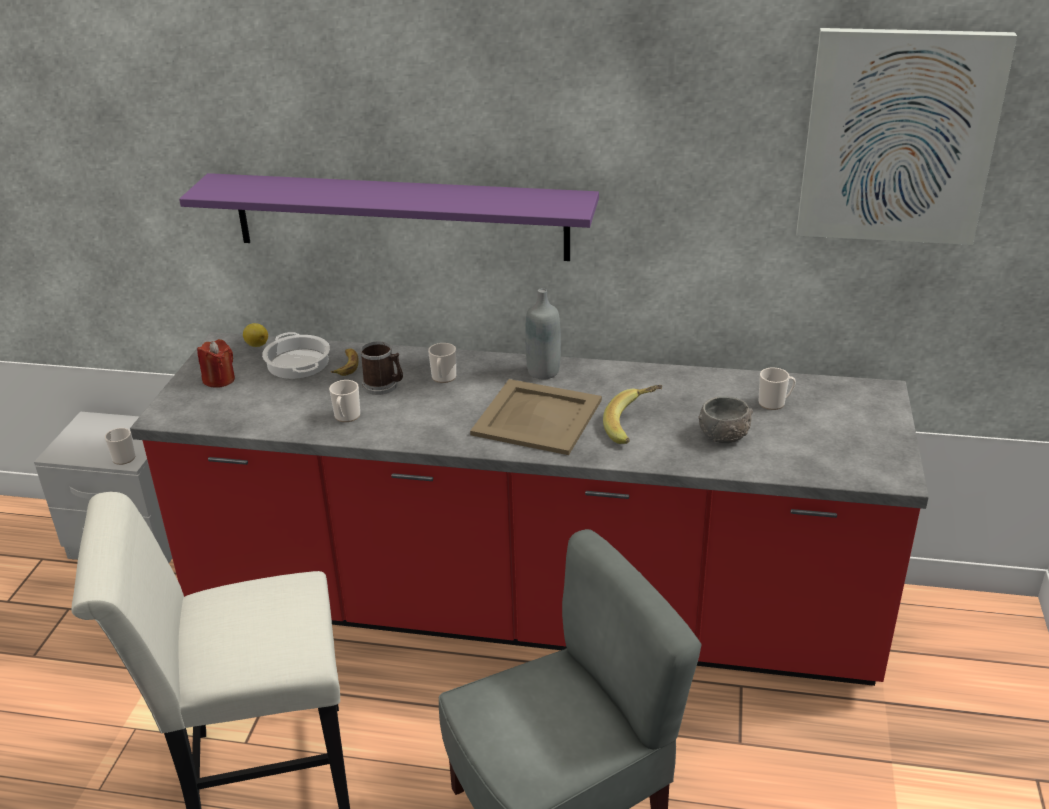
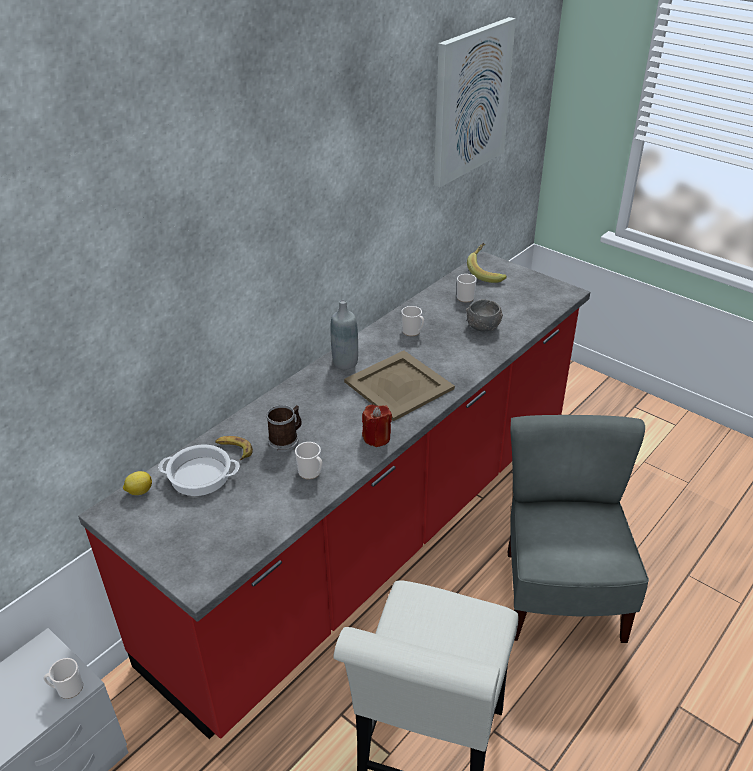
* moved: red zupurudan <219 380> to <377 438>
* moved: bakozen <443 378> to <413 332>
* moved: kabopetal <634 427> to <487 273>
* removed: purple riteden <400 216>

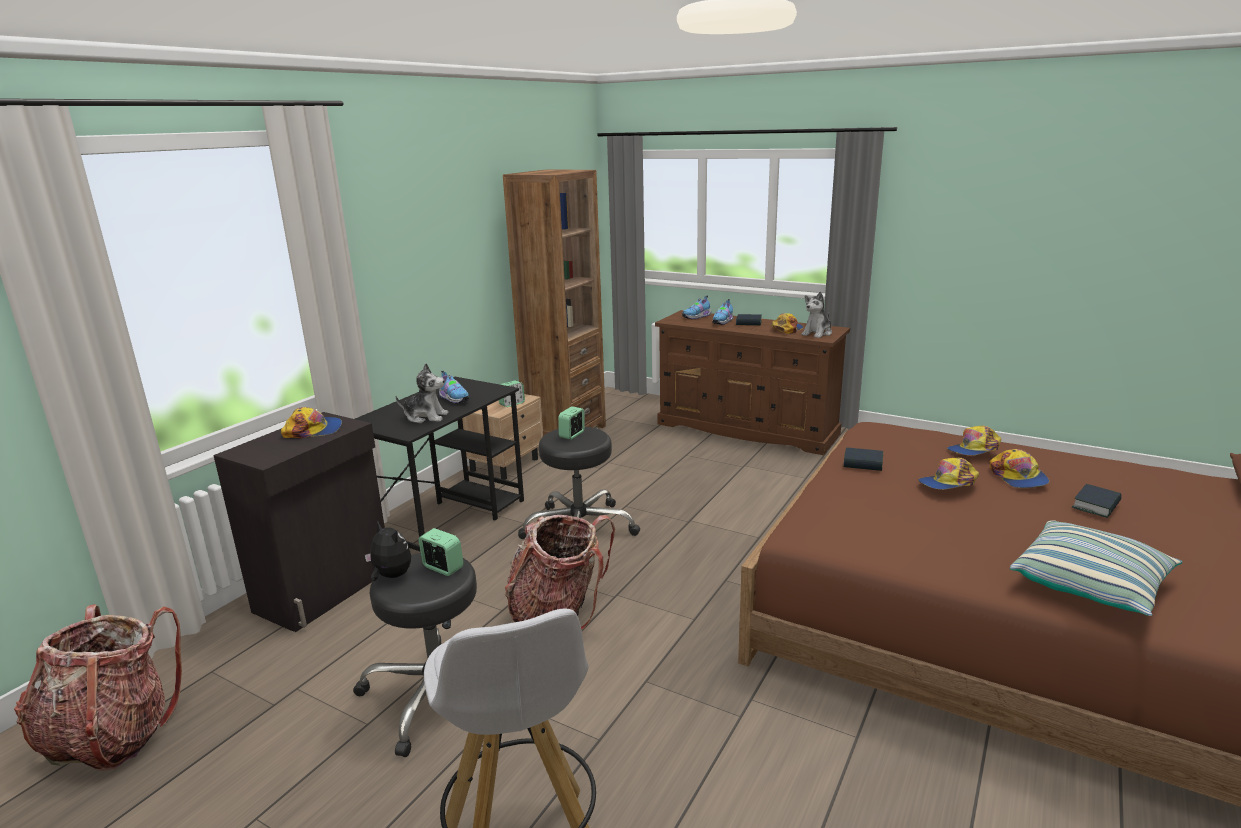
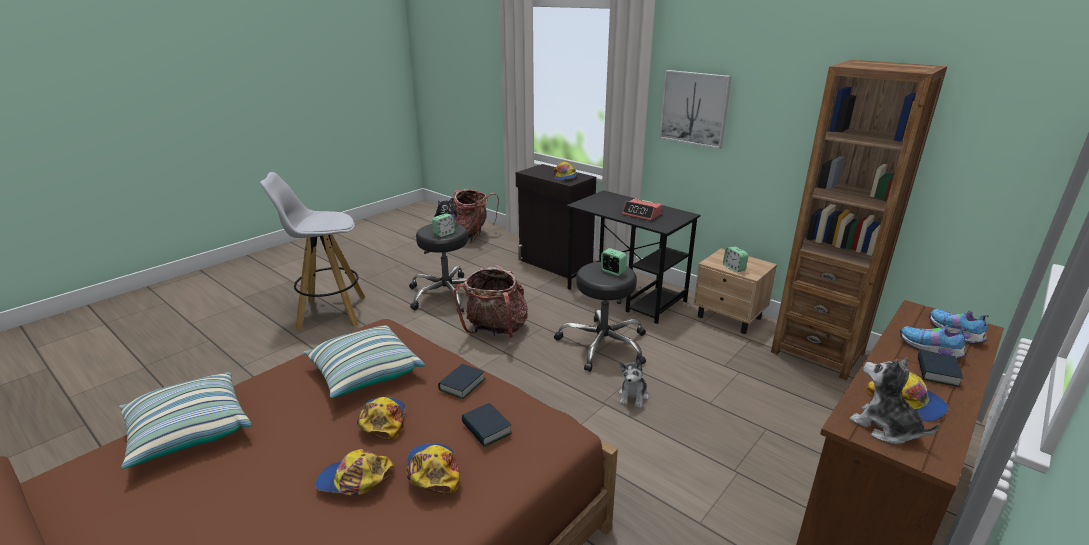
* added: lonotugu <365 373>
* moved: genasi <1096 505> to <486 429>
* moved: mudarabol <426 417> to <633 396>
* replaced: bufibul <454 399> to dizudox <642 214>
* added: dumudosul <694 108>

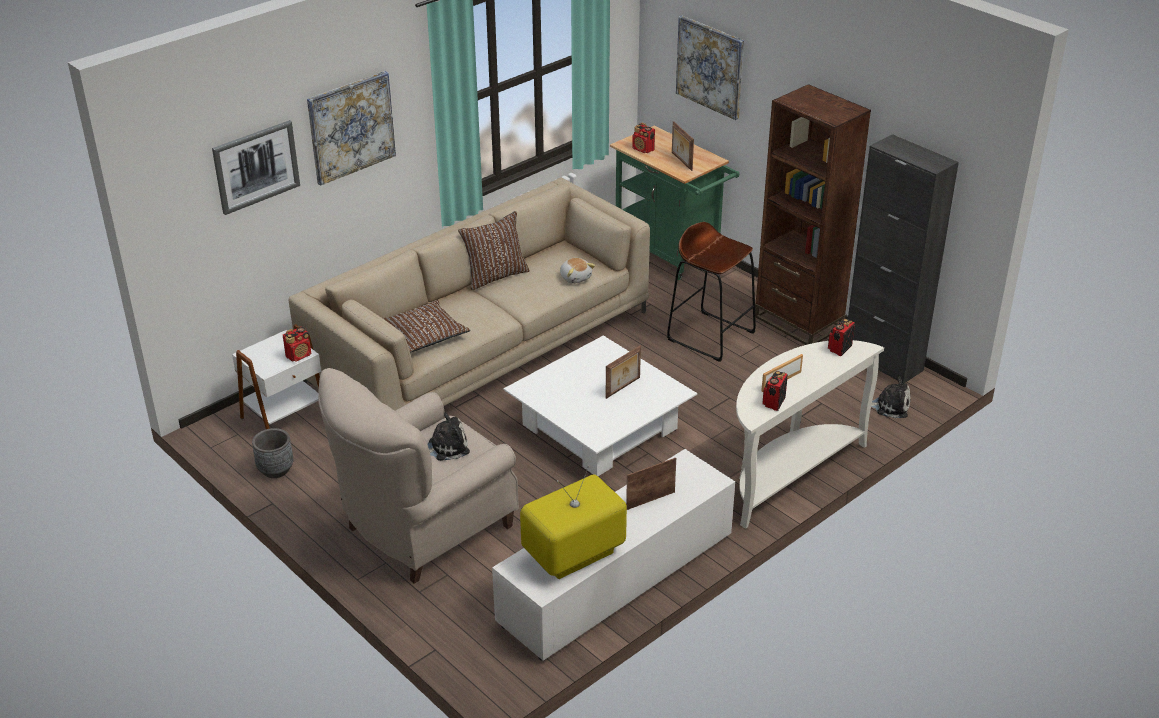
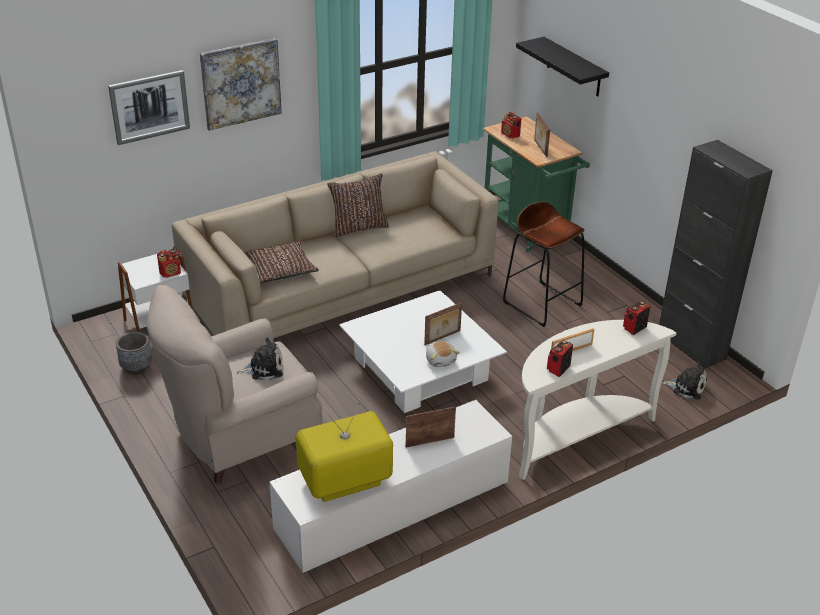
* moved: mudarabol <575 277> to <441 360>
* replaced: dumudosul <710 67> to black riteden <574 67>
* removed: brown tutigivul <798 322>

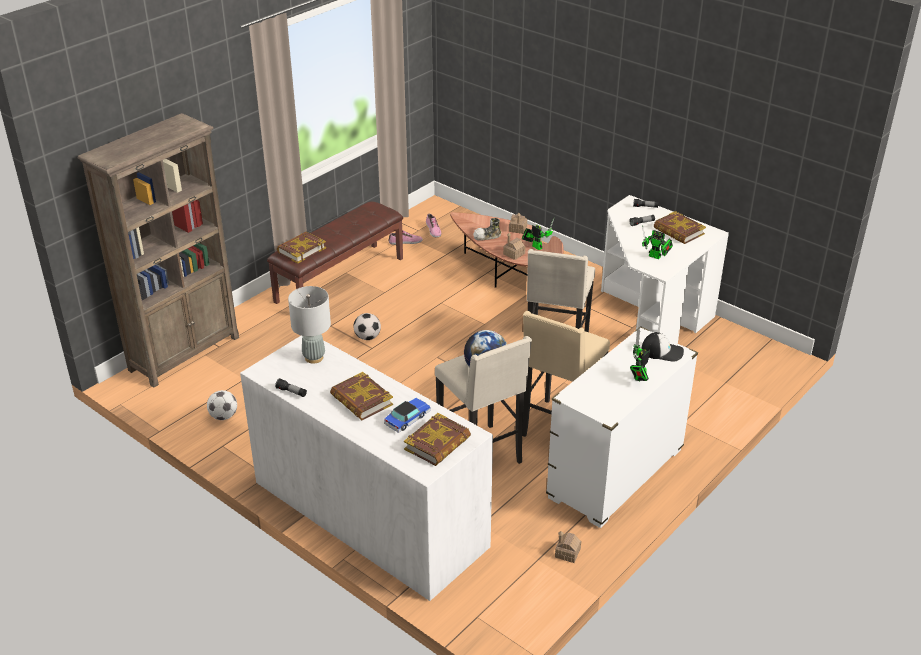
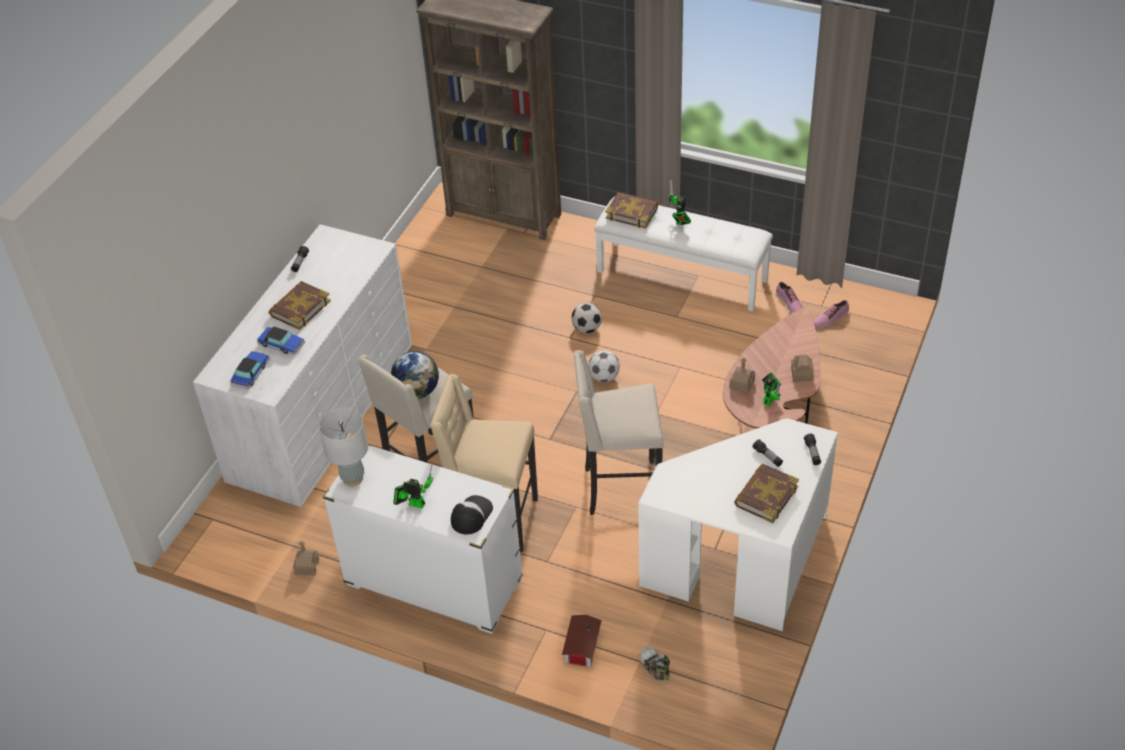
* replaced: genasi <437 444> to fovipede <251 373>
* moved: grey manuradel <314 358> to <352 478>
* turned: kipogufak <662 351> = <471 515> 150 degrees counterclockwise
* added: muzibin <580 647>
* moved: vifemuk <223 416> to <604 377>
* recoloured: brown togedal <339 279> to white togedal <682 275>
* moved: bufibul <487 236> to <654 667>
* moved: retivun <656 257> to <679 222>

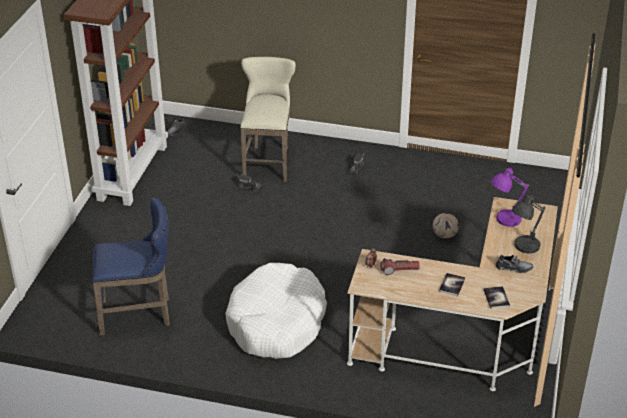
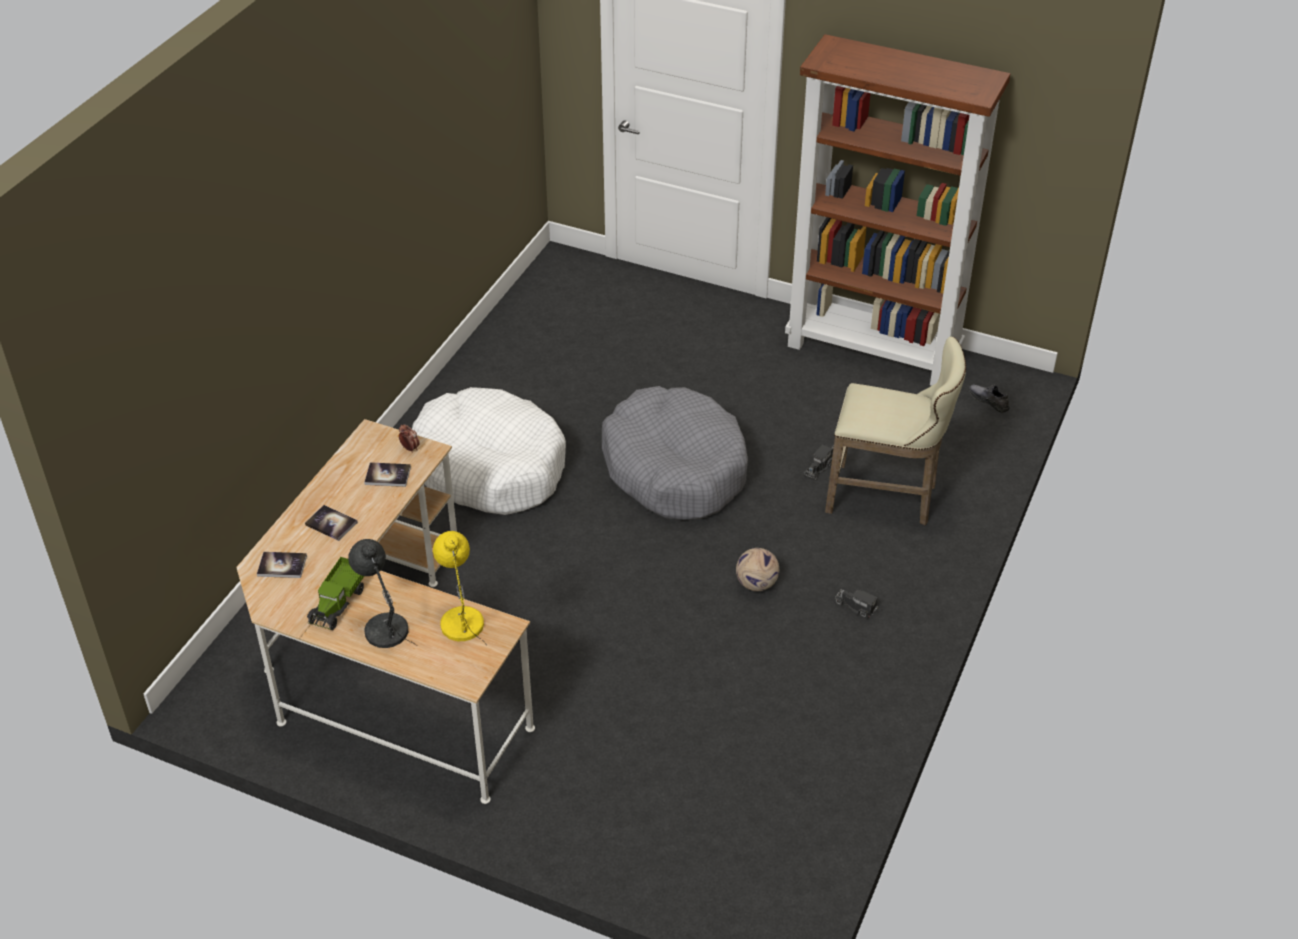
* replaced: grey bufibul <514 268> to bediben <339 602>
* replaced: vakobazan <399 270> to genasi <387 475>
* recoloured: purple manuradel <505 219> to yellow manuradel <461 620>
* added: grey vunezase <675 468>
* moved: vifemuk <445 235> to <756 584>
* removed: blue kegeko <139 315>

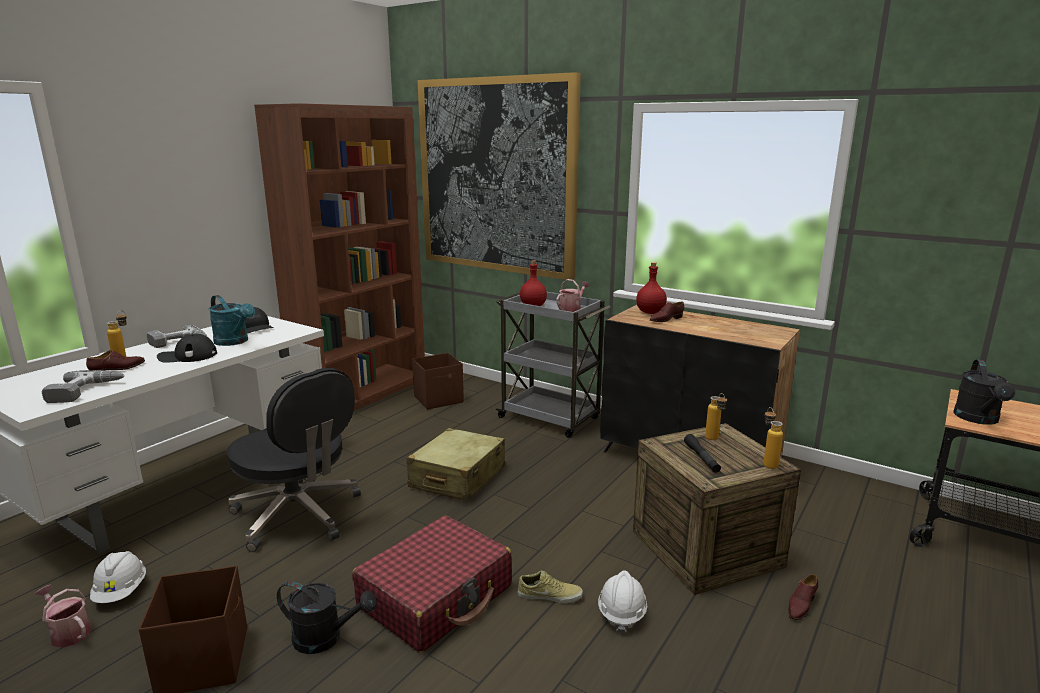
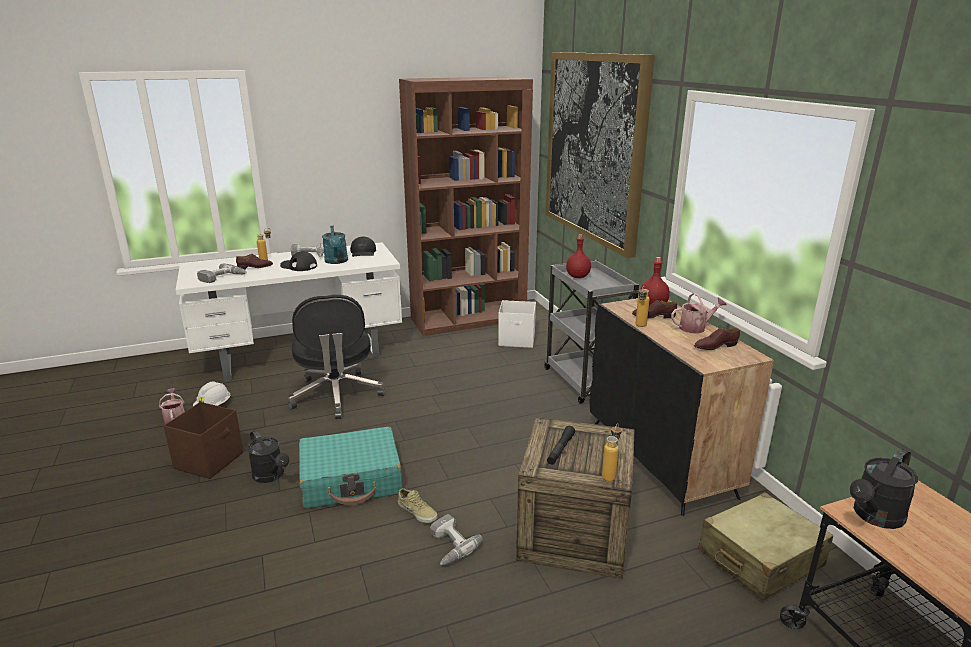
* recoloured: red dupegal <436 596> to turquoise dupegal <351 480>
* replaced: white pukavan <621 613> to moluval <448 546>
* recoloured: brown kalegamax <439 399> to white kalegamax <517 340>
* moved: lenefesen <714 440> to <640 326>
* moved: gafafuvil <571 309> to <695 328>
* moved: brown bufibul <801 605> to <715 346>
* moved: beige dupegal <457 478> to <760 558>

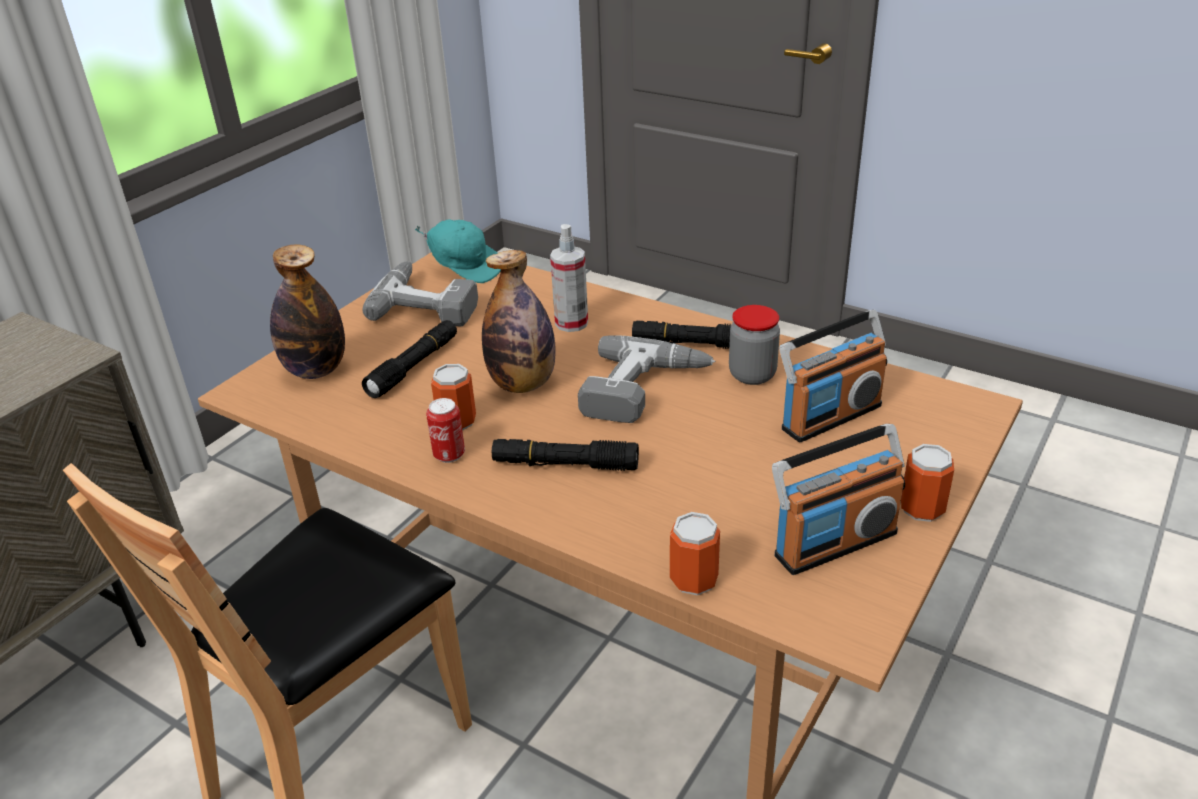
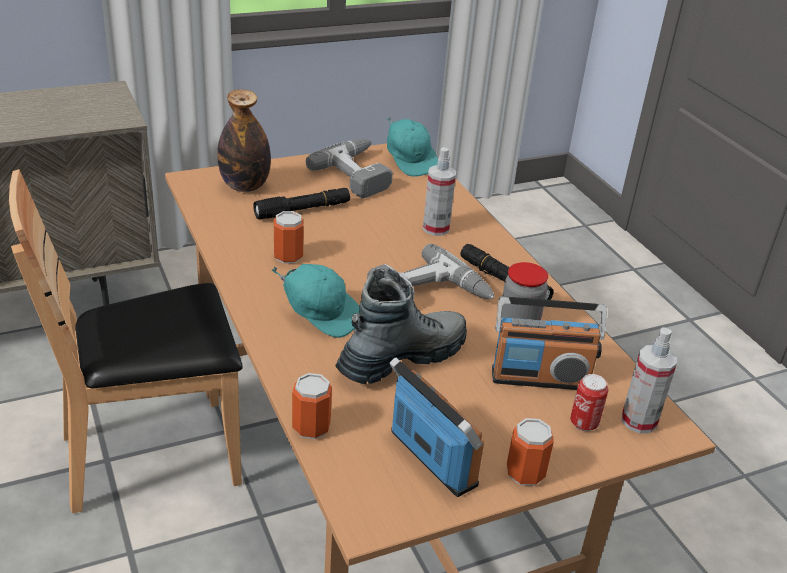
* replaced: black vakobazan <565 464> to turquoise kipogufak <320 315>
* added: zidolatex <402 357>
* turned: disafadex <834 543> = <431 458> 135 degrees counterclockwise
* moved: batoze <449 455> to <584 423>
* added: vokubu <639 421>
* removed: lenefesen <522 384>

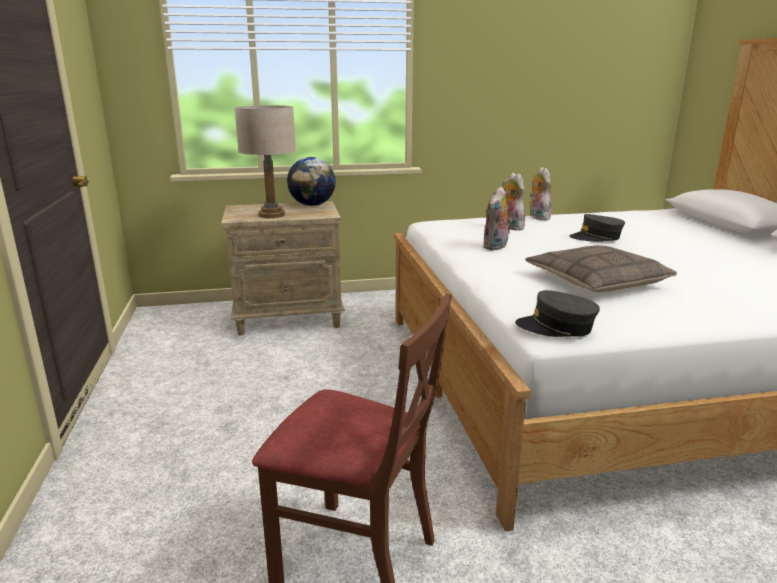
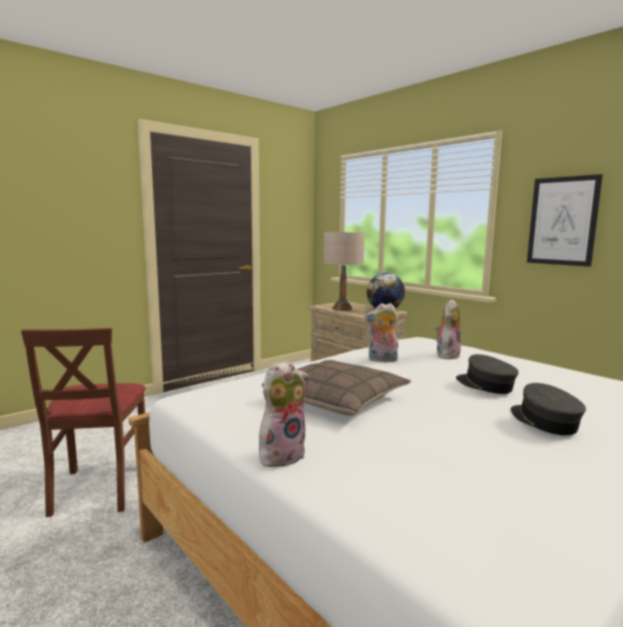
* moved: mudarabol <538 217> to <282 454>
* moved: grey kipogufak <556 327> to <544 421>
* added: dumudosul <562 221>

